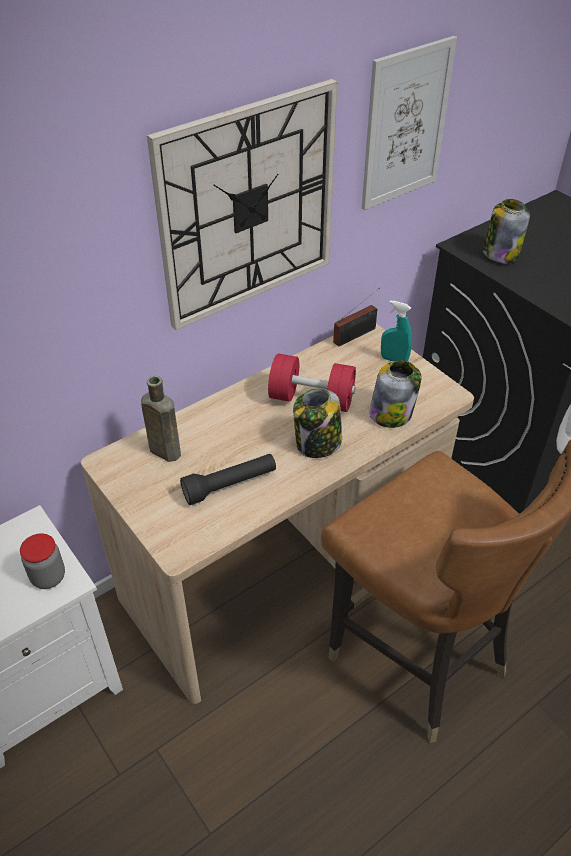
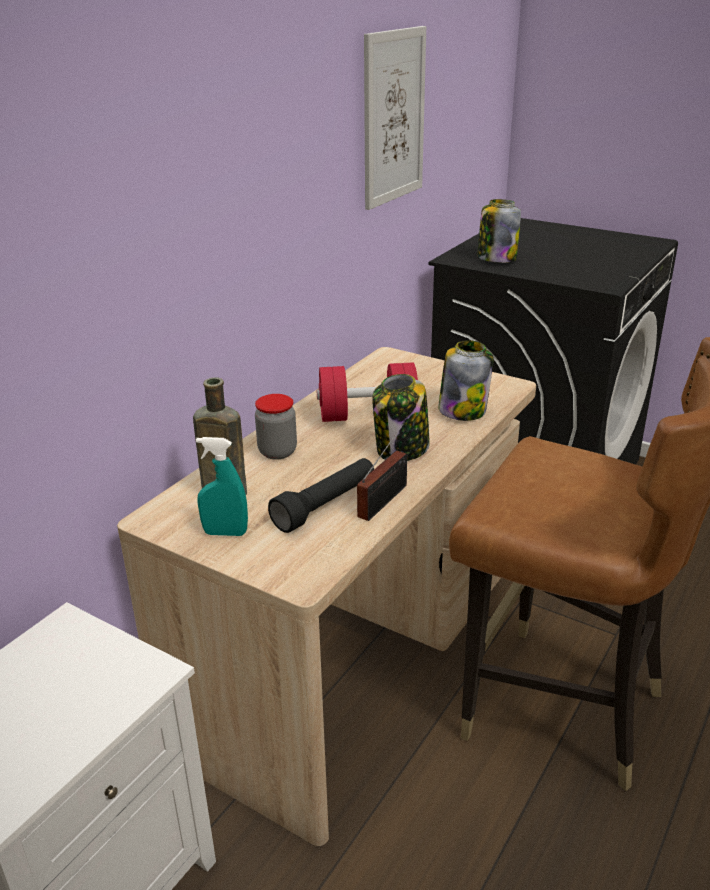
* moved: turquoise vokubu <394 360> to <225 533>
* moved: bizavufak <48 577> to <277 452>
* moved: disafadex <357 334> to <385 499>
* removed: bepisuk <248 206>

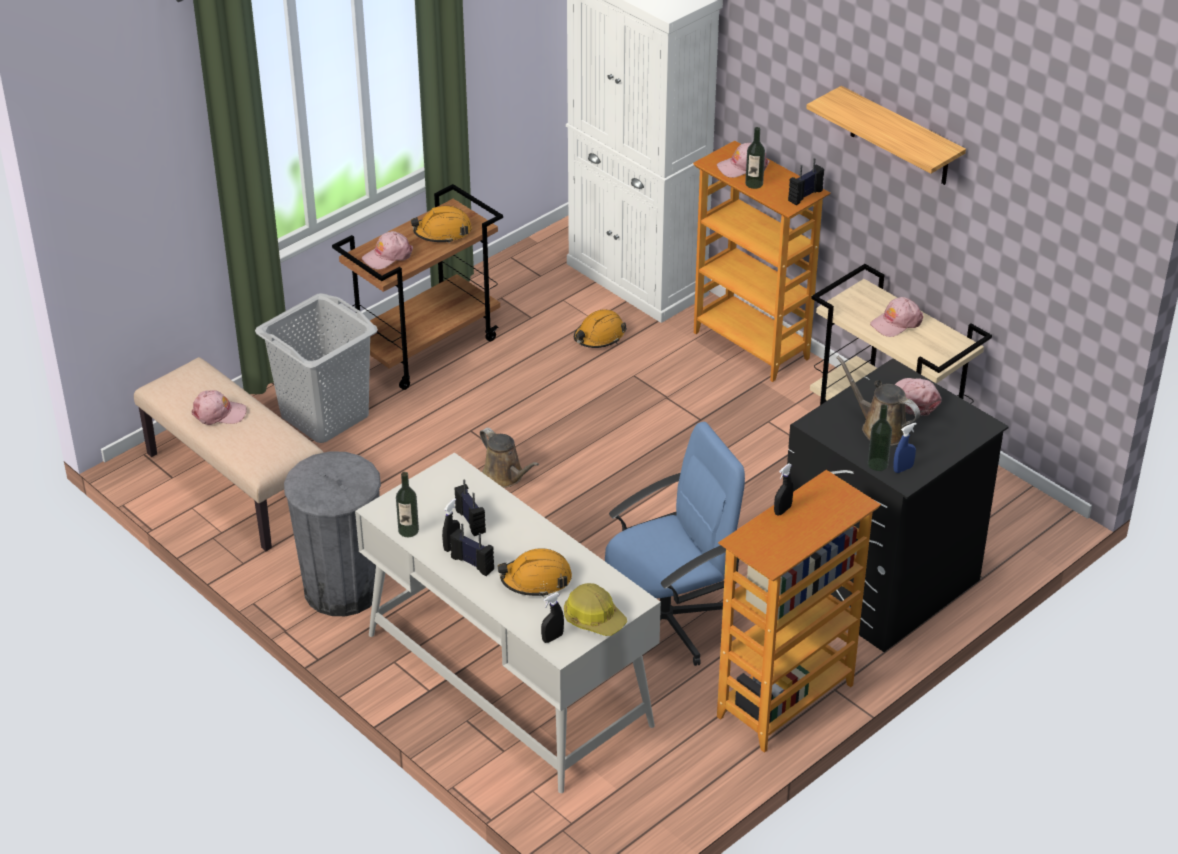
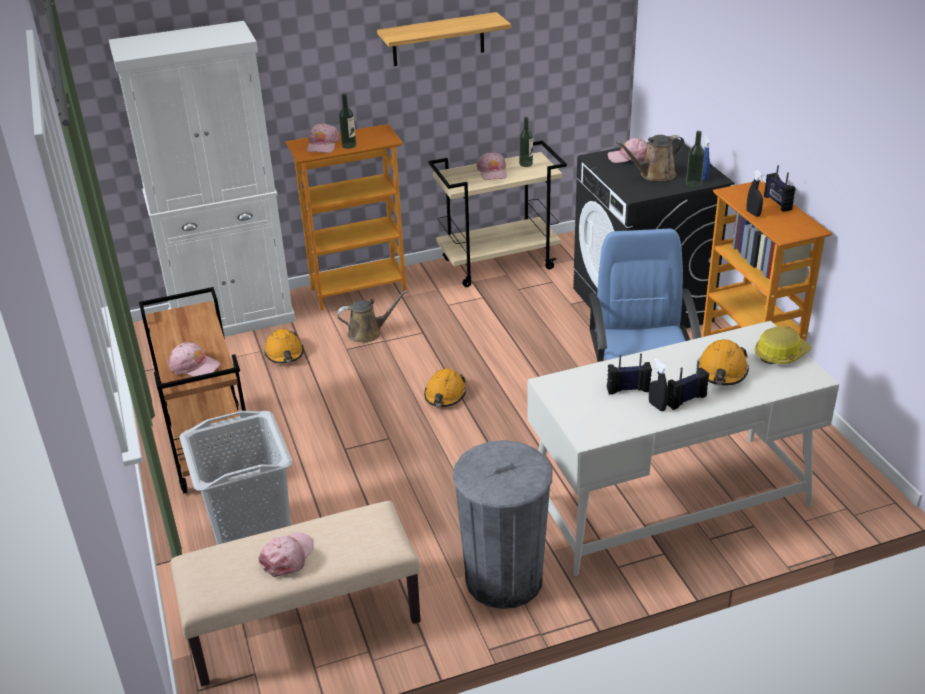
* turned: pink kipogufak <387 256> = <194 366> 60 degrees counterclockwise
* moved: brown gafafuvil <505 476> to <368 333>
* moved: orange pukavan <442 232> to <445 395>
* moved: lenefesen <408 530> to <526 164>
* moved: disafadex <804 195> to <777 203>
* removed: black vokubu <552 638>

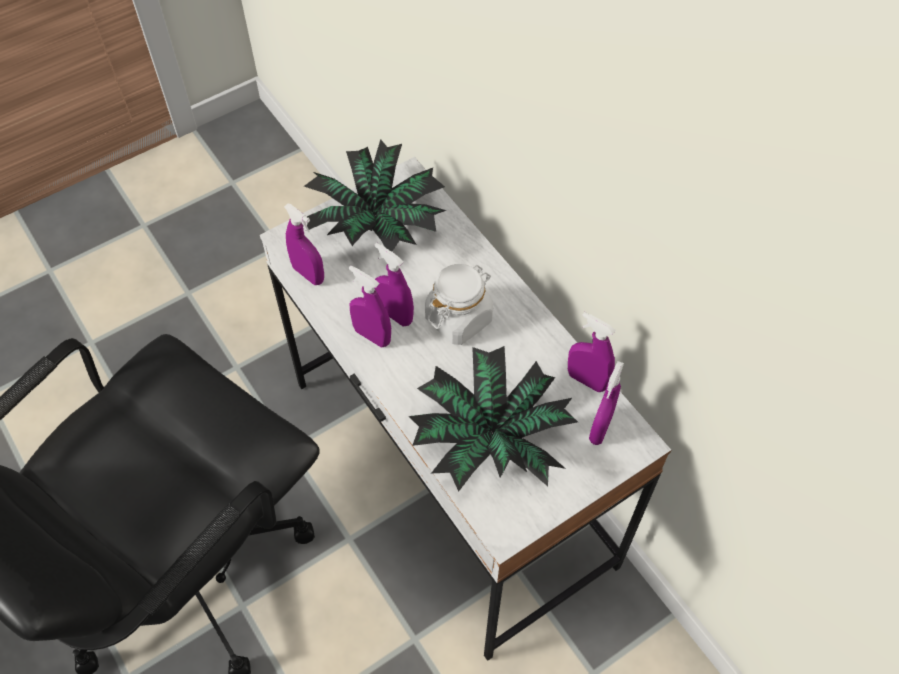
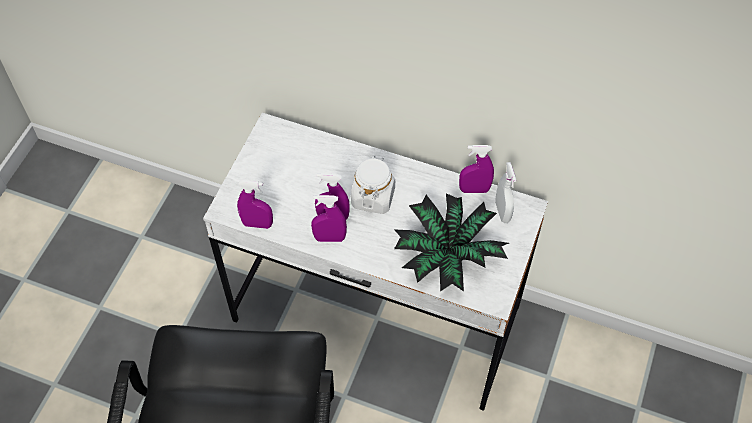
* recoloured: purple vokubu <600 428> to white vokubu <502 212>
* removed: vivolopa <376 224>

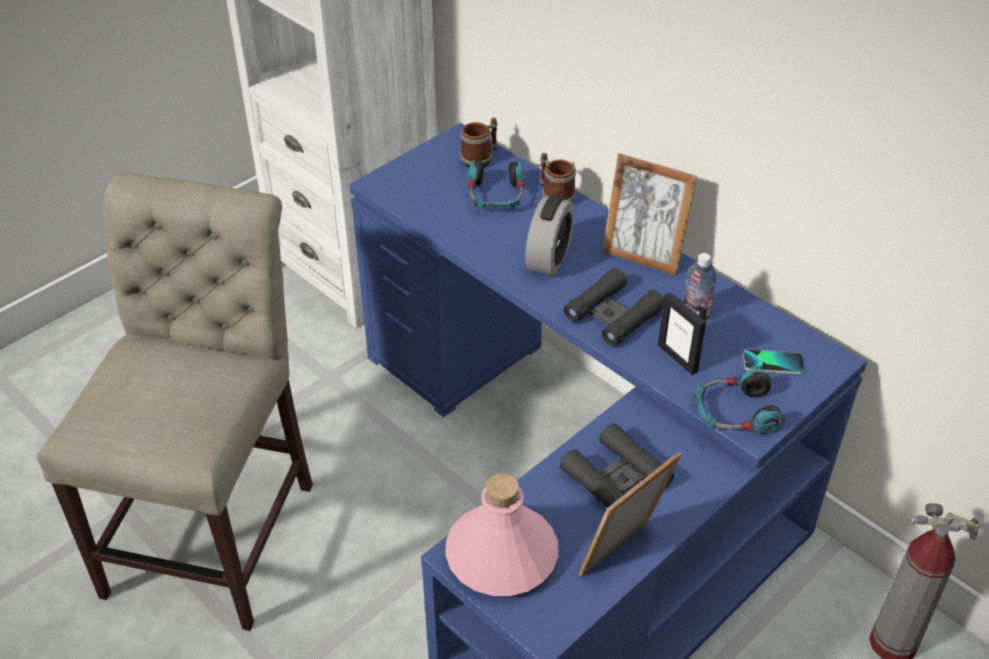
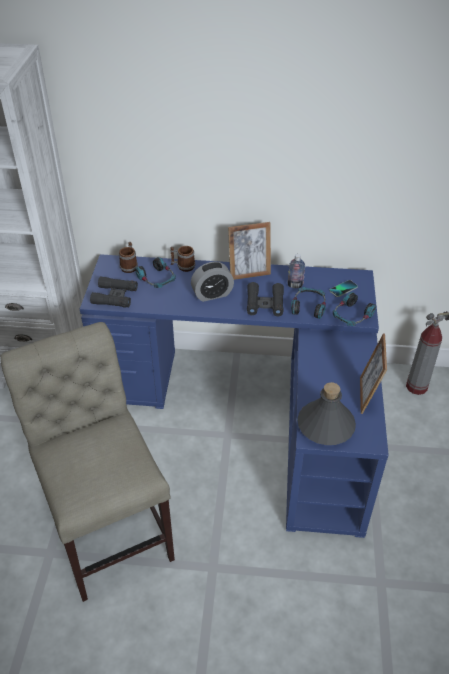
* moved: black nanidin <616 478> to <115 296>
* turned: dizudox <549 258> = <212 294> 90 degrees clockwise
* replaced: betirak <677 358> to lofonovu <308 307>
* recoloured: pink lenefesen <502 555> to grey lenefesen <326 425>

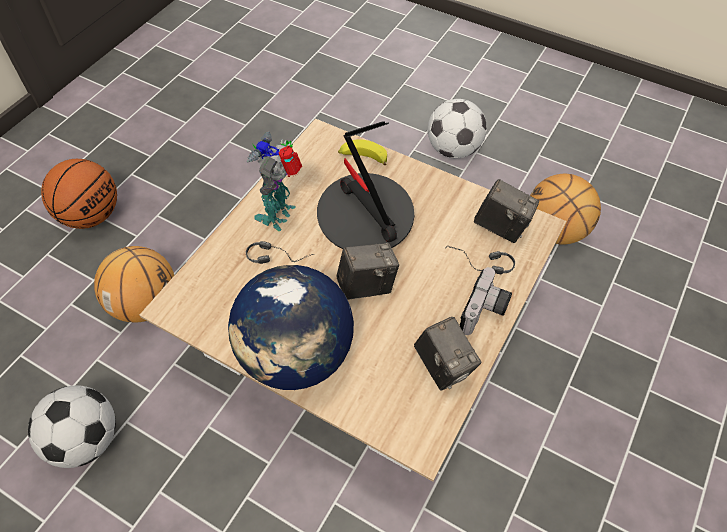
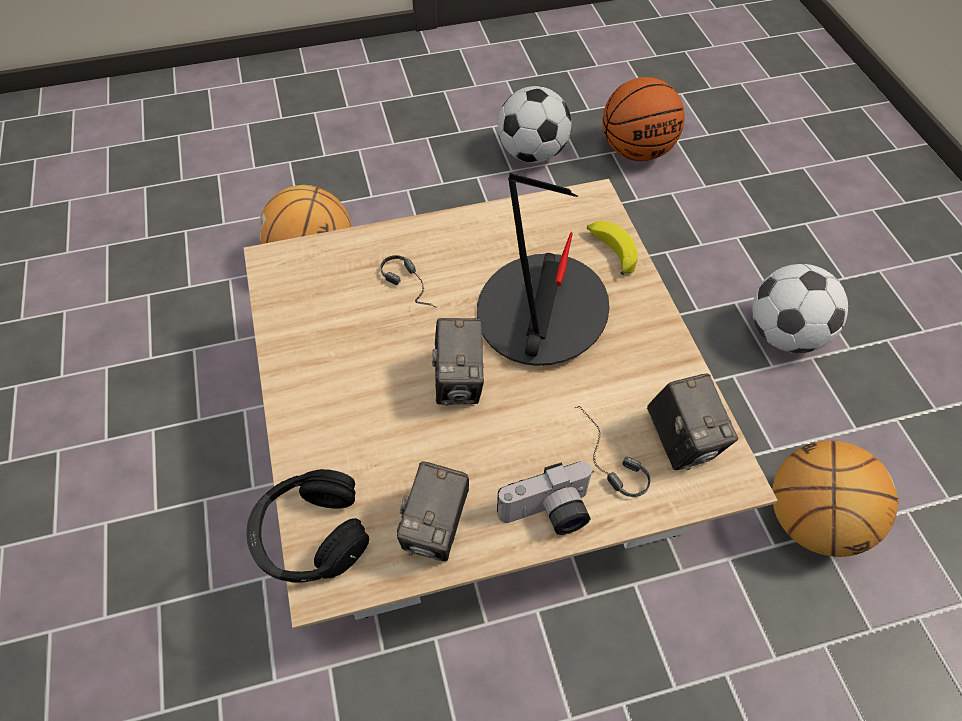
* added: black lofonovu <310 536>
* turned: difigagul <366 286> = <459 382> 60 degrees clockwise
* moved: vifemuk <86 440> to <532 153>
* moved: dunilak <91 215> to <636 151>
* removed: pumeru <296 356>
* removed: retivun <280 214>

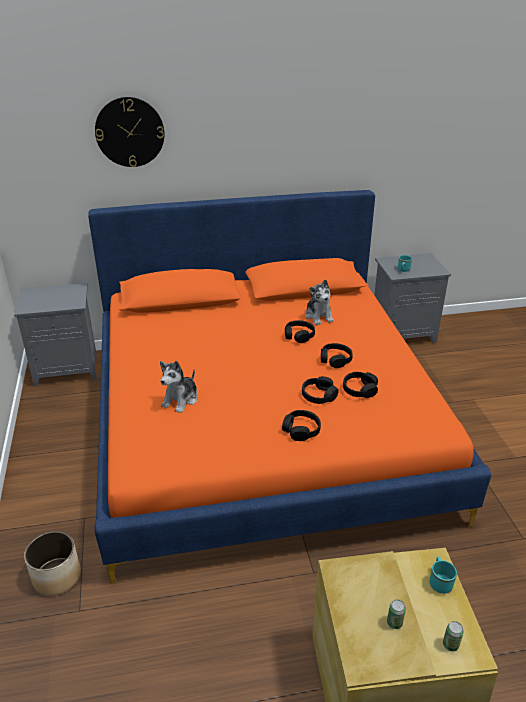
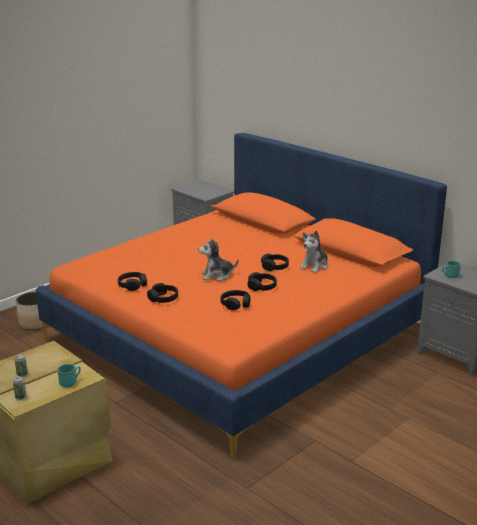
* moved: black lofonovu <319 395> to <132 285>
* moved: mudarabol <181 400> to <217 275>
* removed: bepisuk <130 132>

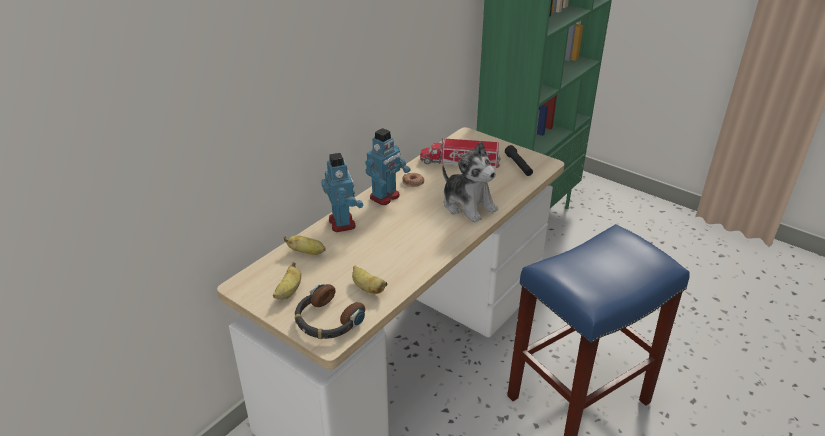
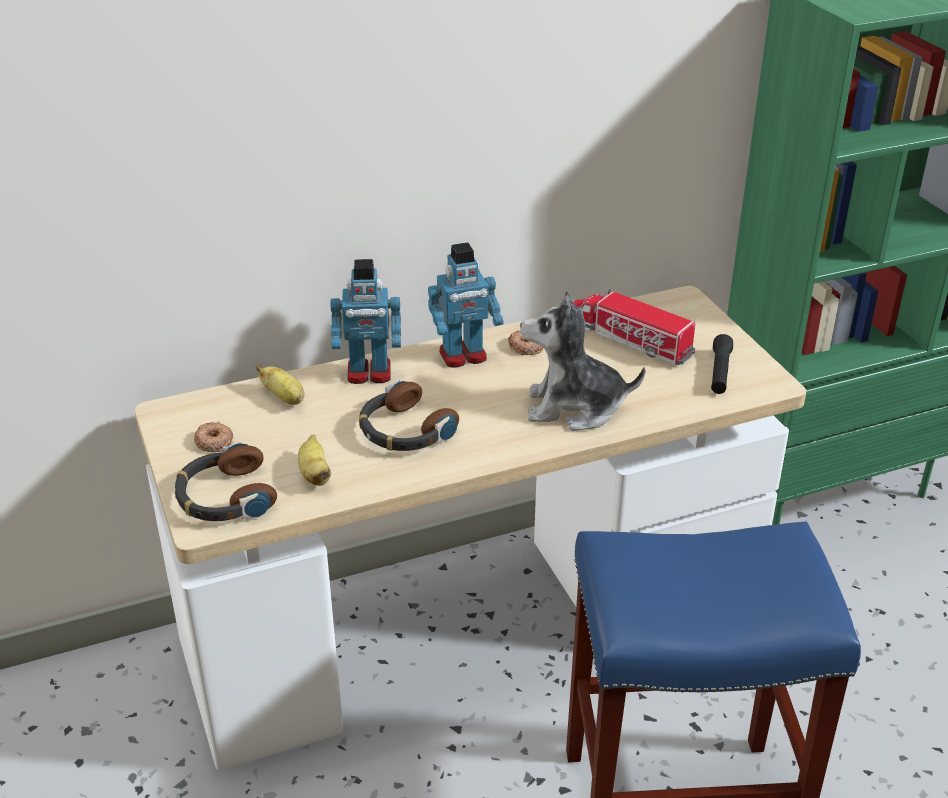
* replaced: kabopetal <289 292> to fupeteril <214 441>
* turned: retivun <343 223> = <369 373> 75 degrees clockwise
* added: lofonovu <404 430>
* turned: mudarabol <468 205> = <574 408> 105 degrees clockwise

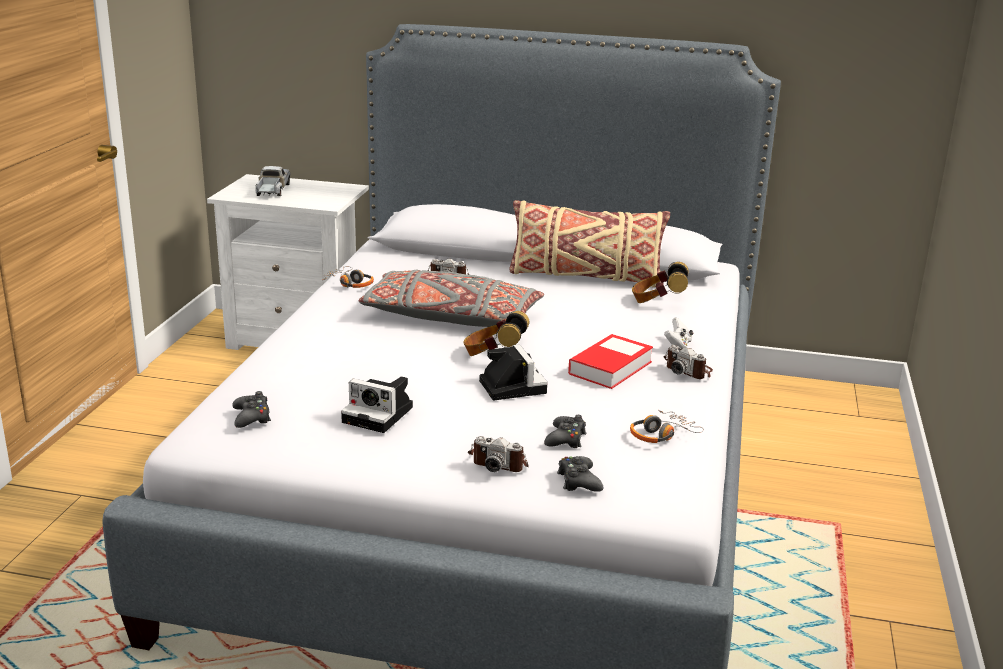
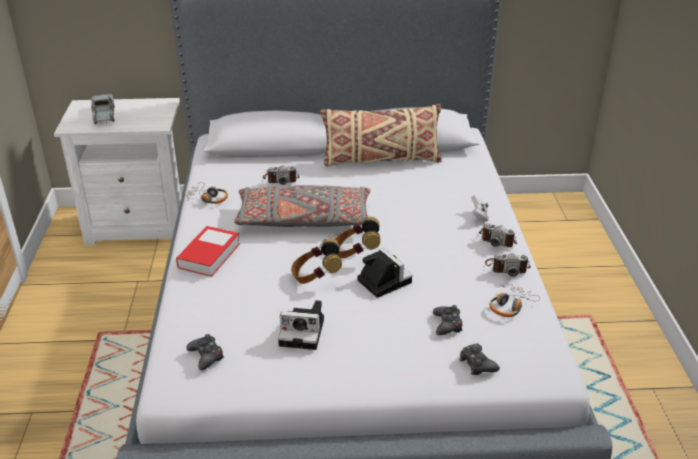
* moved: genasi <610 368> to <209 255>
* moved: lofonovu <658 302> to <316 277>
* moved: difigagul <499 462> to <507 267>

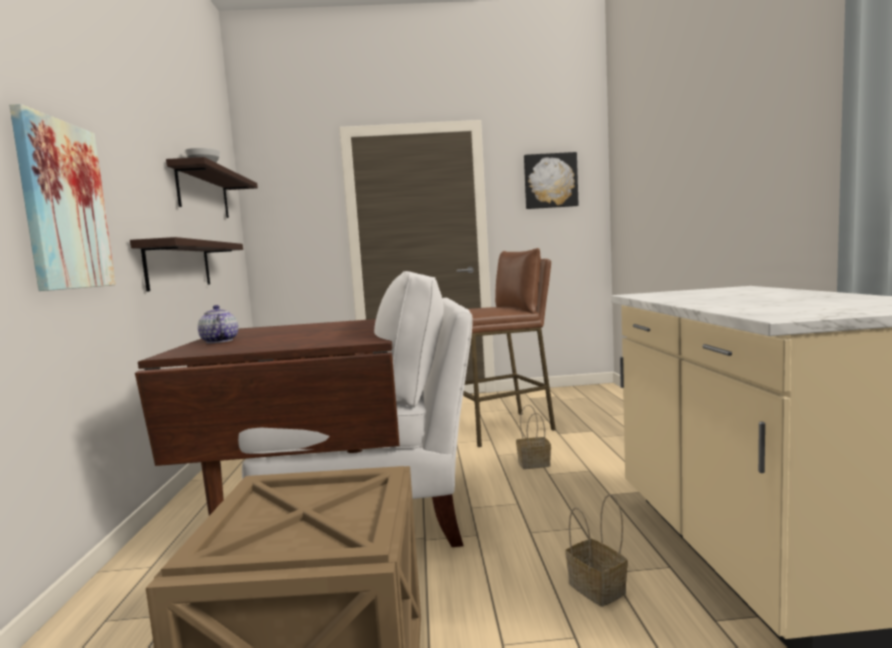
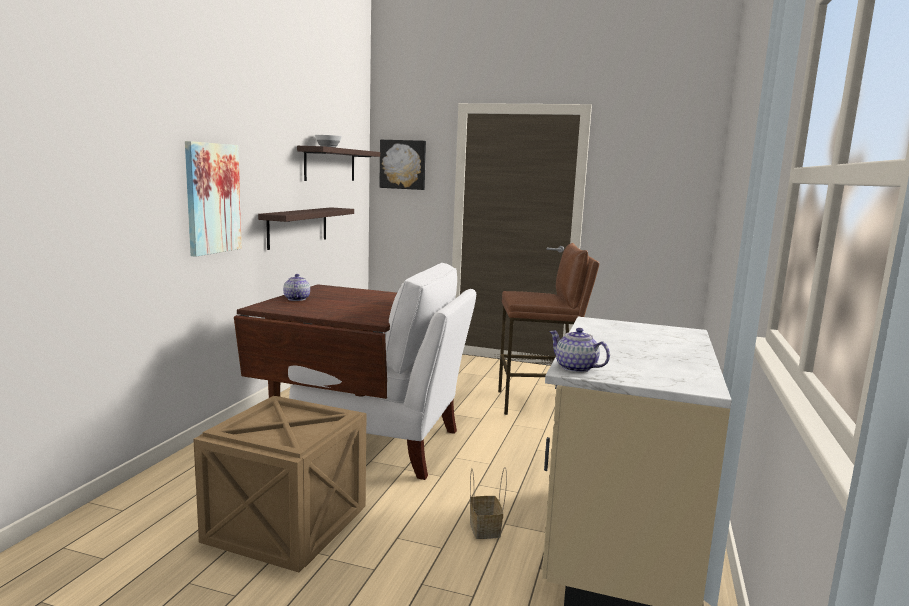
* moved: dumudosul <550 181> to <403 164>
* added: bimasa <576 368>
* removed: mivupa <533 464>

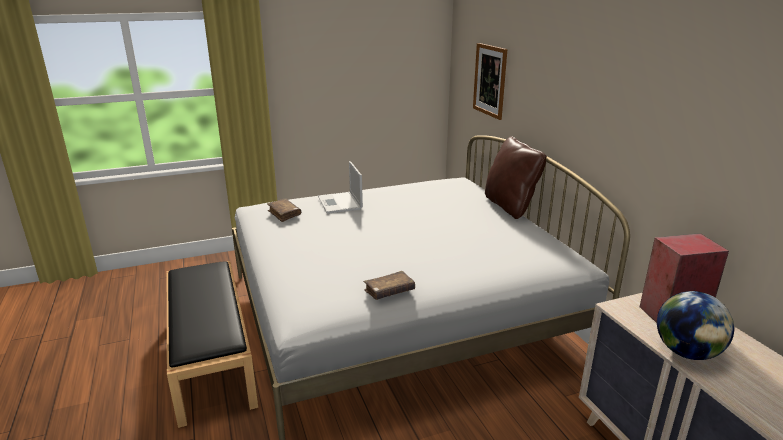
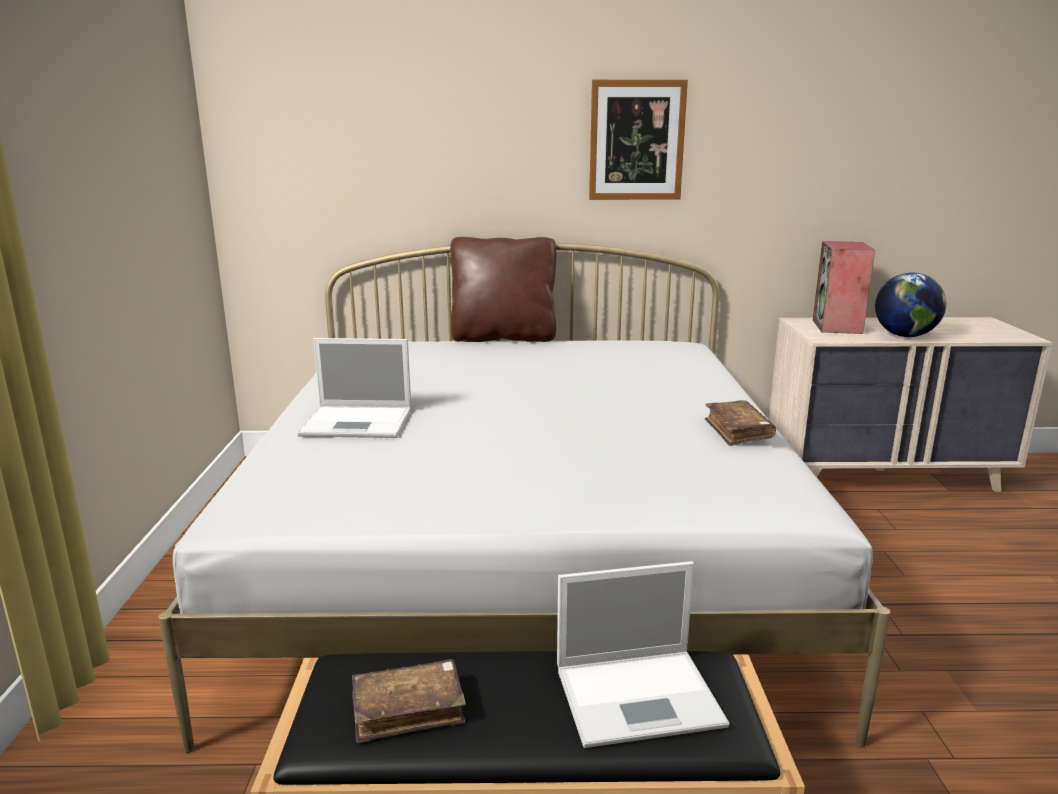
* moved: brown genasi <284 214> to <408 710>
* added: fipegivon <641 696>
* moved: dumudosul <490 80> to <636 140>

